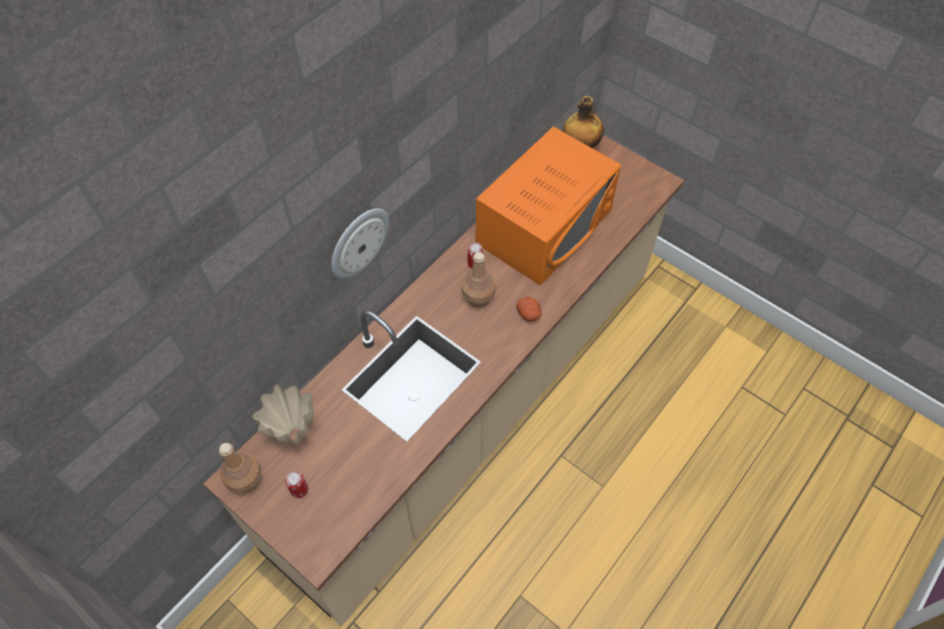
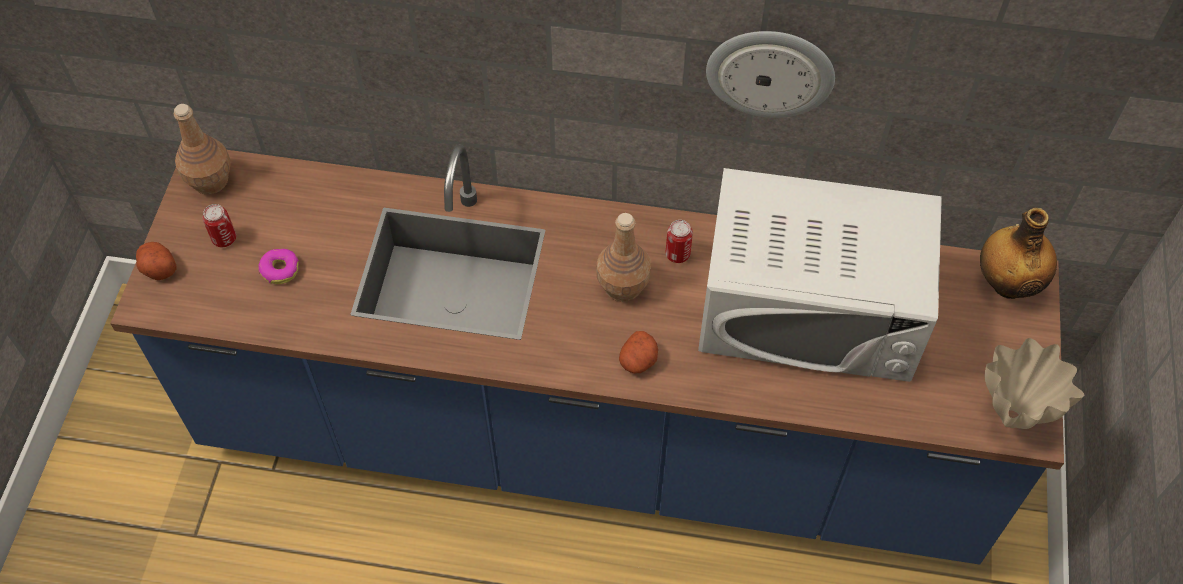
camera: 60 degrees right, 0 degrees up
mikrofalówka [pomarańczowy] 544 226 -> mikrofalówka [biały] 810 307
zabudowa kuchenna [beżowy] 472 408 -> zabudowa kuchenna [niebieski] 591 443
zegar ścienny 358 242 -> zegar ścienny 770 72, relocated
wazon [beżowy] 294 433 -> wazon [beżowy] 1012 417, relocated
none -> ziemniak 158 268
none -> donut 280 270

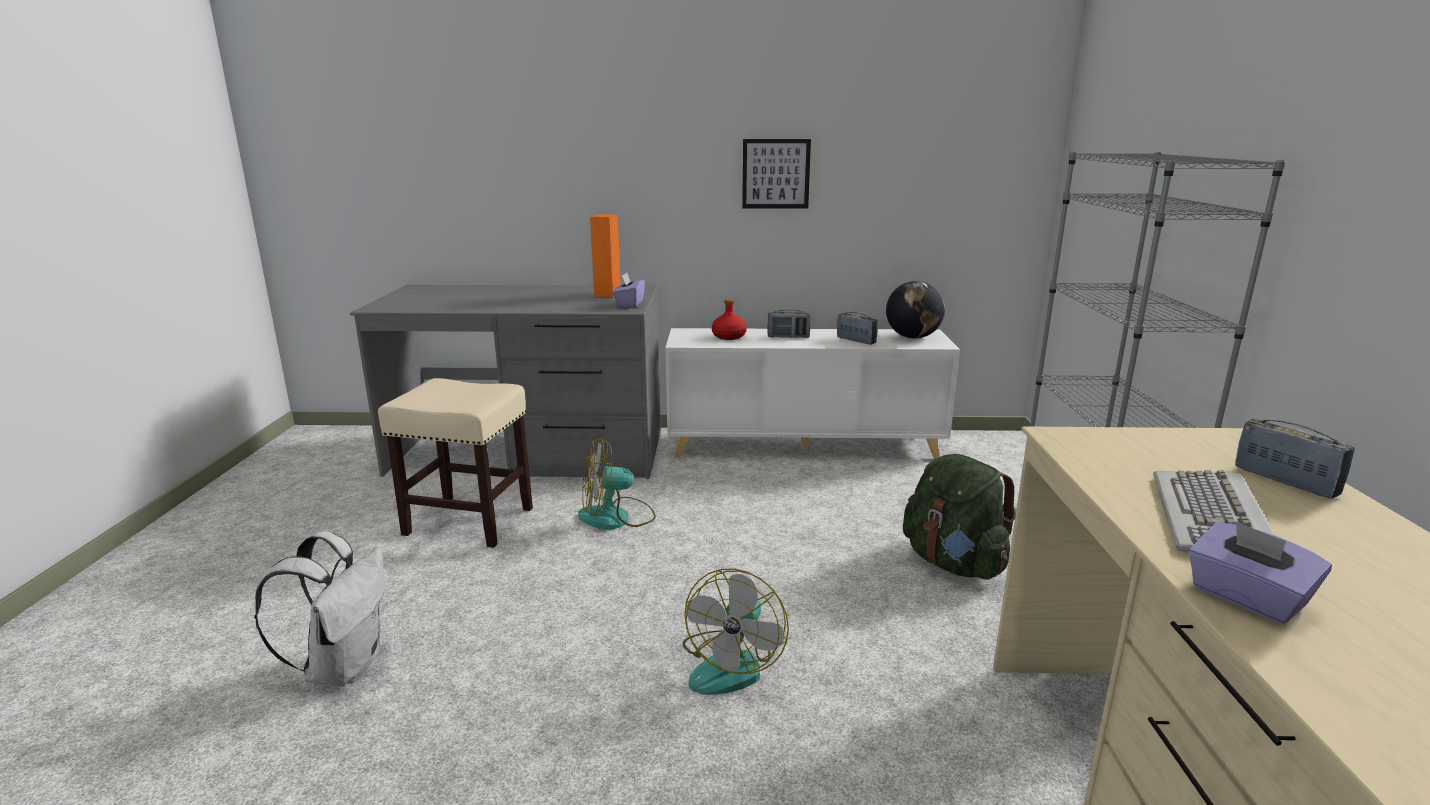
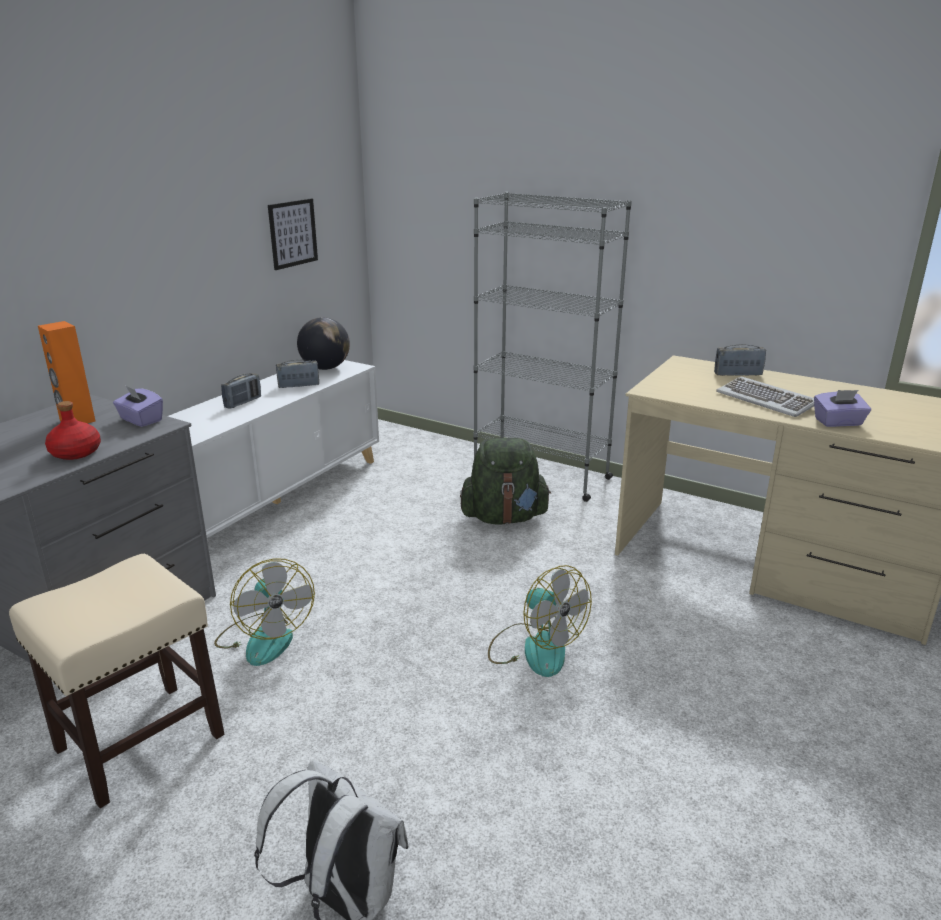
camera: 60 degrees left, 5 degrees up
obraz 776 174 -> obraz 293 233, relocated
butelka [czerwony] 728 336 -> butelka [czerwony] 75 453, relocated
wentylator 616 517 -> wentylator 265 637, 45 degrees counterclockwise

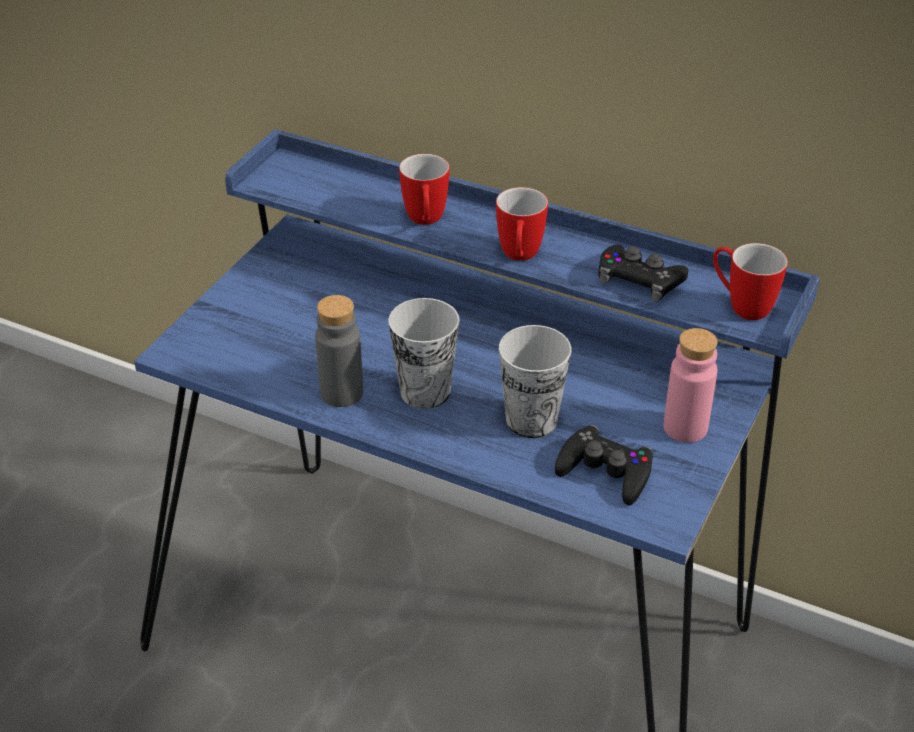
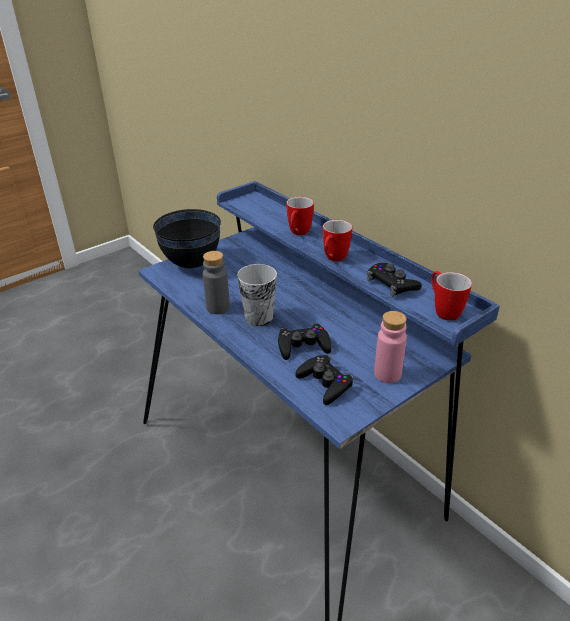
camera: 25 degrees right, 5 degrees down
filiżanka 531 420 -> pad do gier [czarny] 303 346
none -> miska [czarny] 191 263

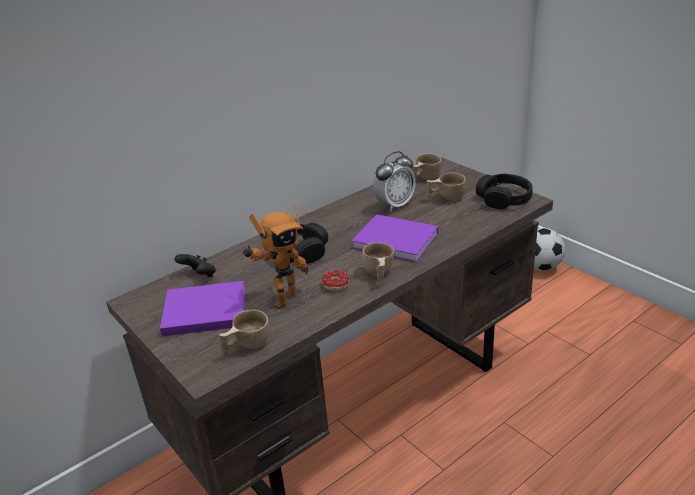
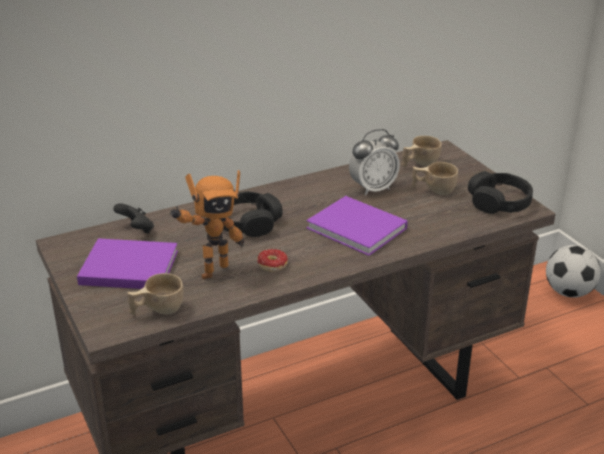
camera: 10 degrees right, 0 degrees up
filiżanka [beżowy] 378 275 -> none

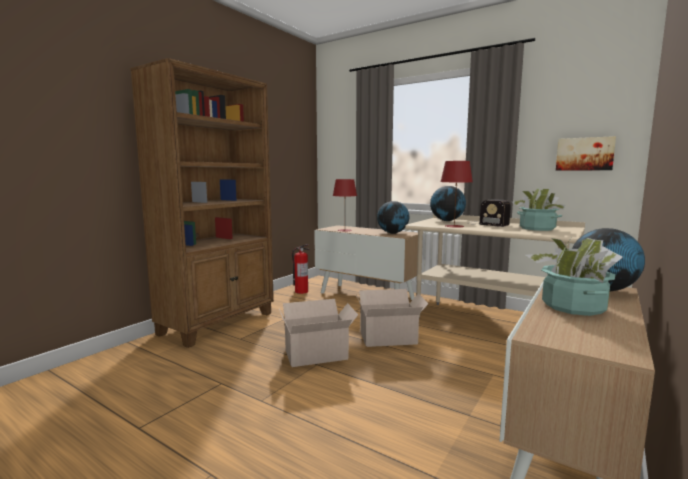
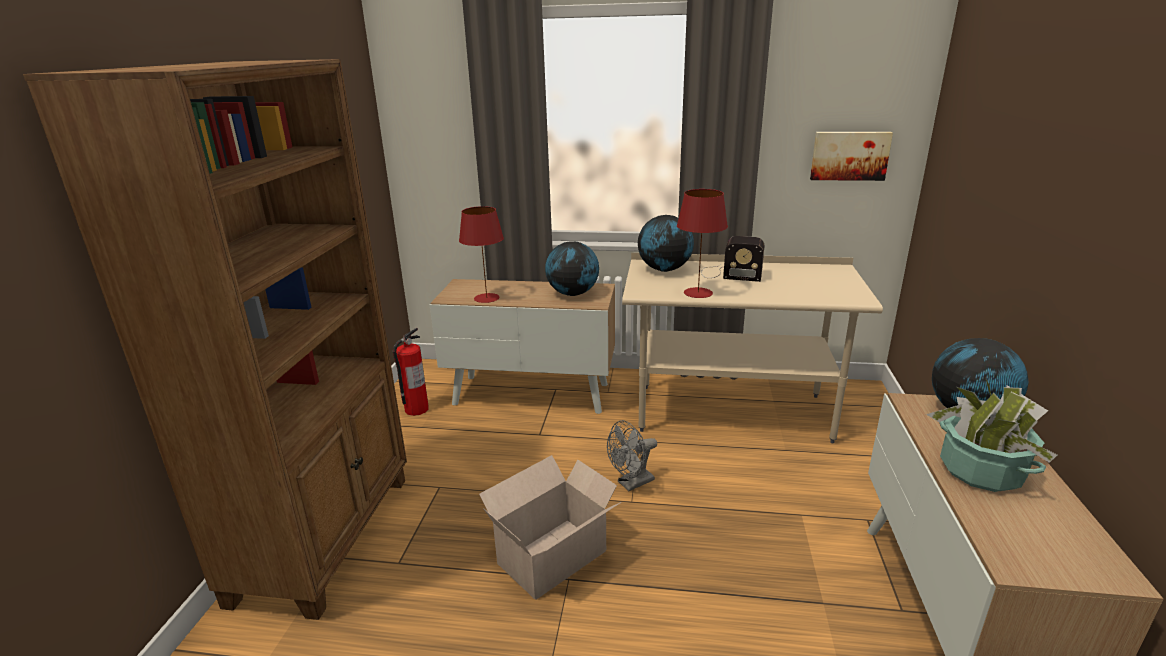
camera: 25 degrees left, 15 degrees up
roślina doniczkowa 537 228 -> none
karton 390 338 -> wentylator [szary] 631 483

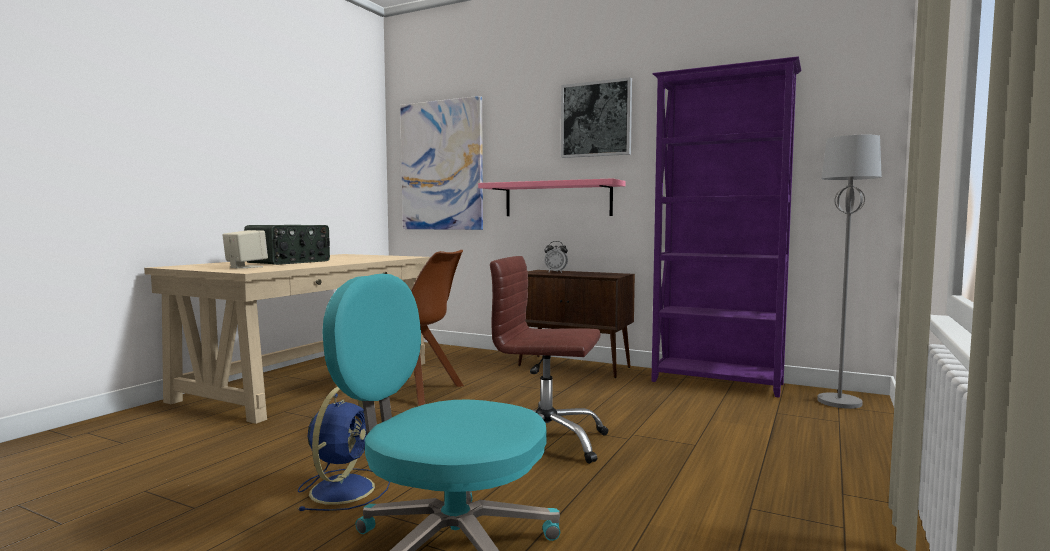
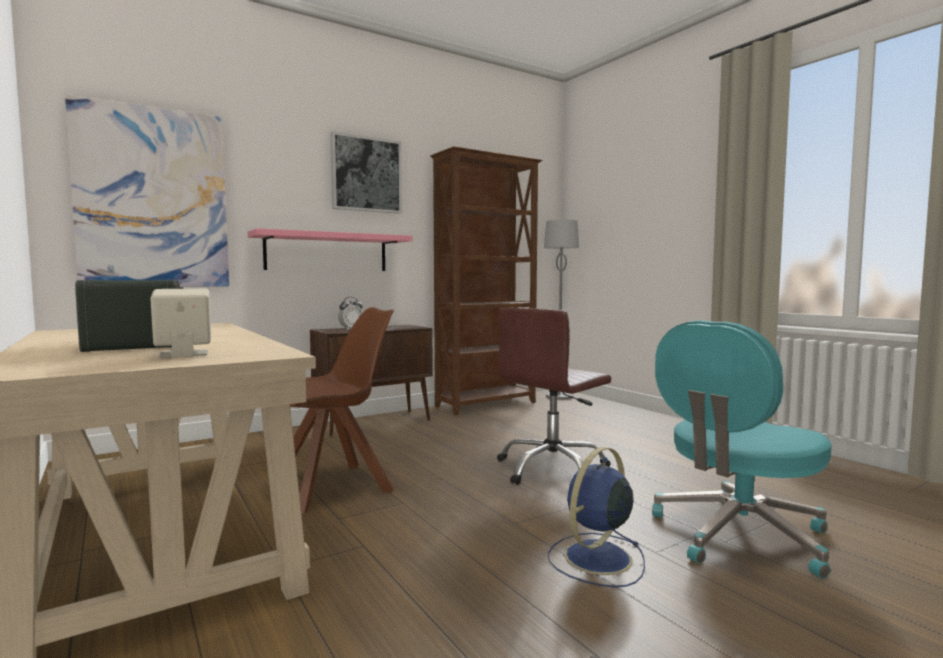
camera: 60 degrees left, 0 degrees up
regał [fioletowy] 717 383 -> regał [brązowy] 487 405
wentylator [niebieski] 344 488 -> wentylator [niebieski] 596 559, 90 degrees counterclockwise

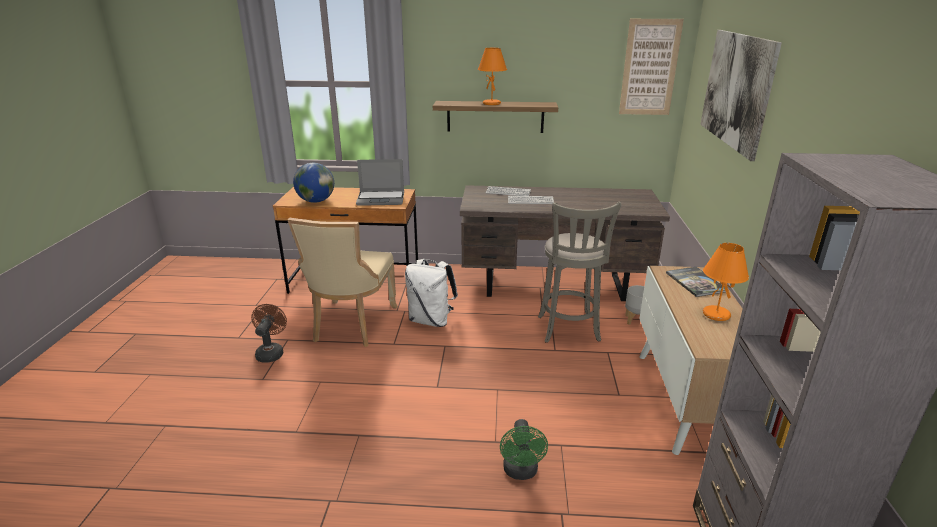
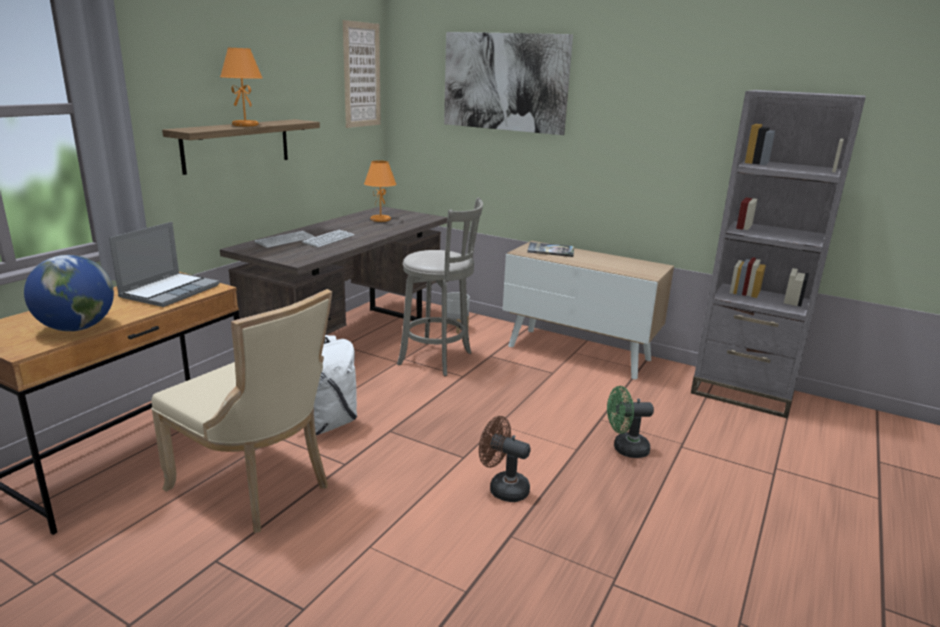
camera: 65 degrees left, 5 degrees down
lampa stołowa [pomarańczowy] 715 315 -> lampa stołowa [pomarańczowy] 380 220, relocated
wentylator [brązowy] 271 352 -> wentylator [brązowy] 502 488, relocated
wentylator [zielony] 521 472 -> wentylator [zielony] 625 449, 150 degrees clockwise

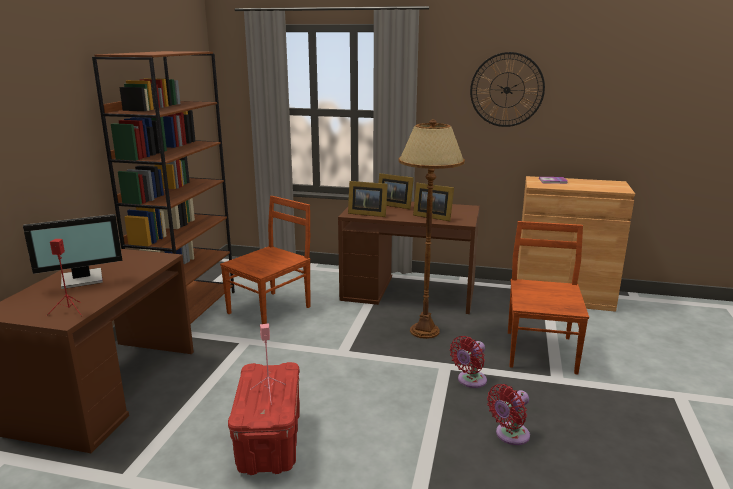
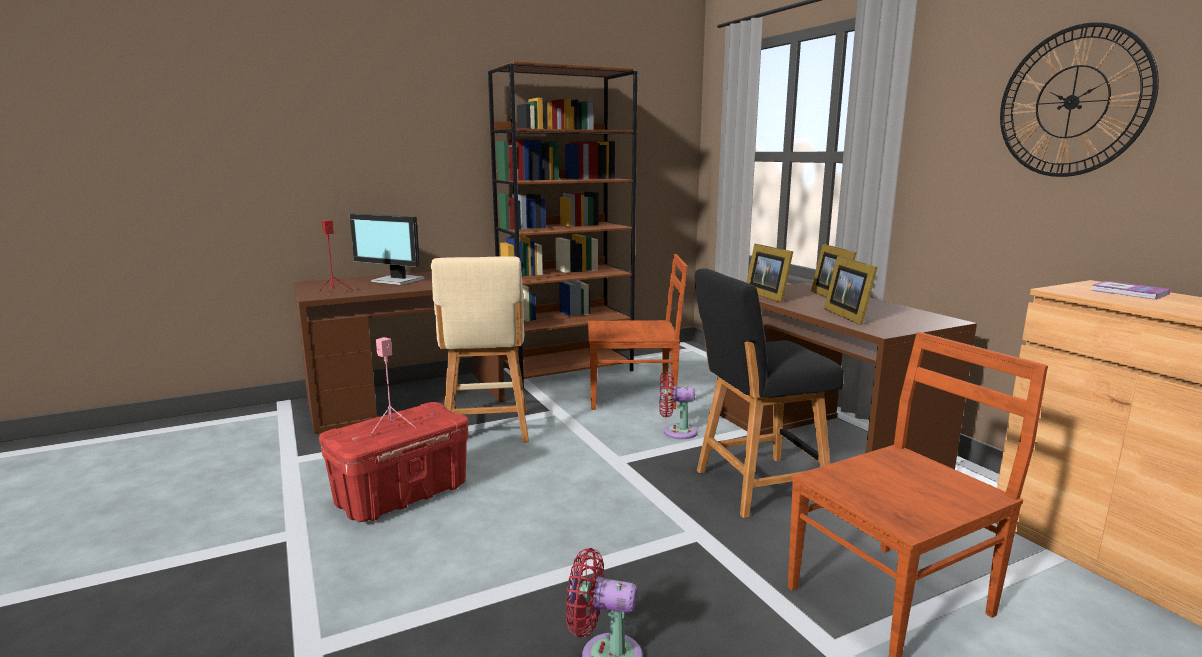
camera: 50 degrees right, 5 degrees down
lampa stojąca [brązowy] 424 331 -> stołek [czarny] 755 486
wentylator [czerwony] 470 381 -> wentylator [czerwony] 676 432, relocated
none -> stołek [beżowy] 486 430

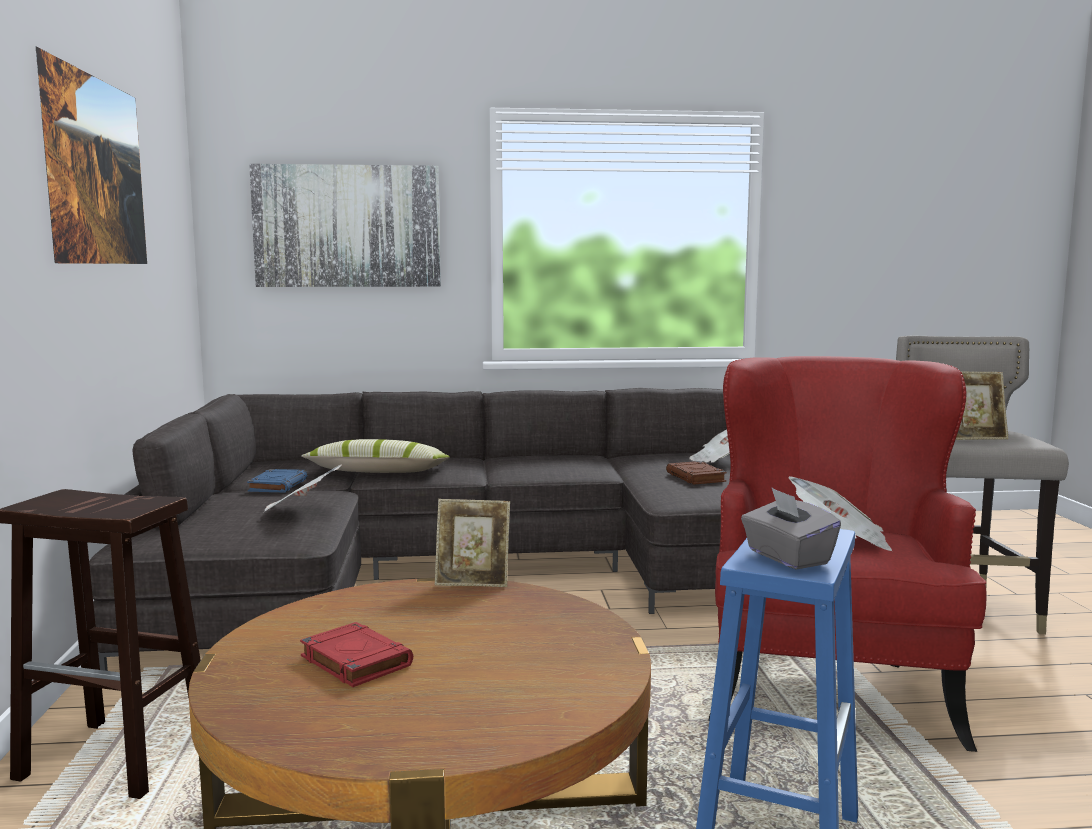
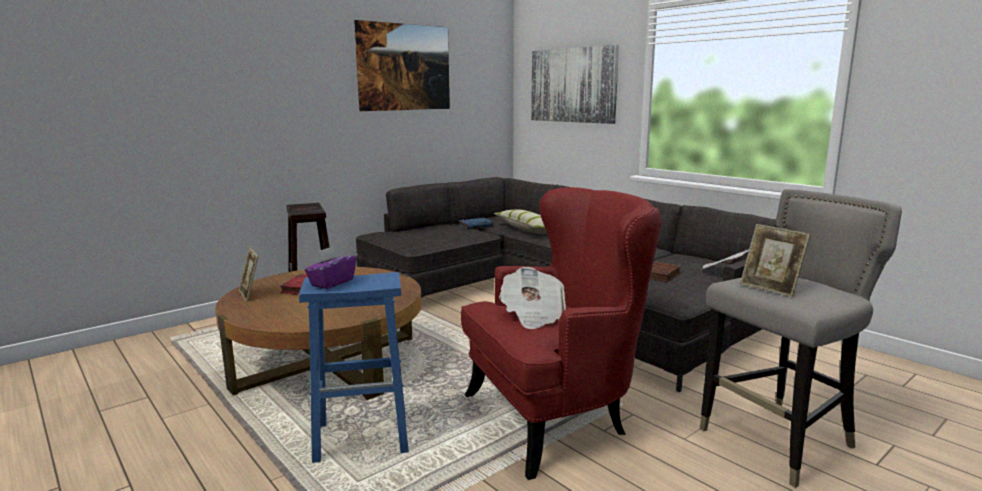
camera: 55 degrees right, 5 degrees up
gazeta 300 512 -> none
pudełko chusteczek [szary] 787 557 -> pudełko chusteczek [fioletowy] 332 283
ramka na zdjęcie 473 582 -> ramka na zdjęcie 250 295, relocated

